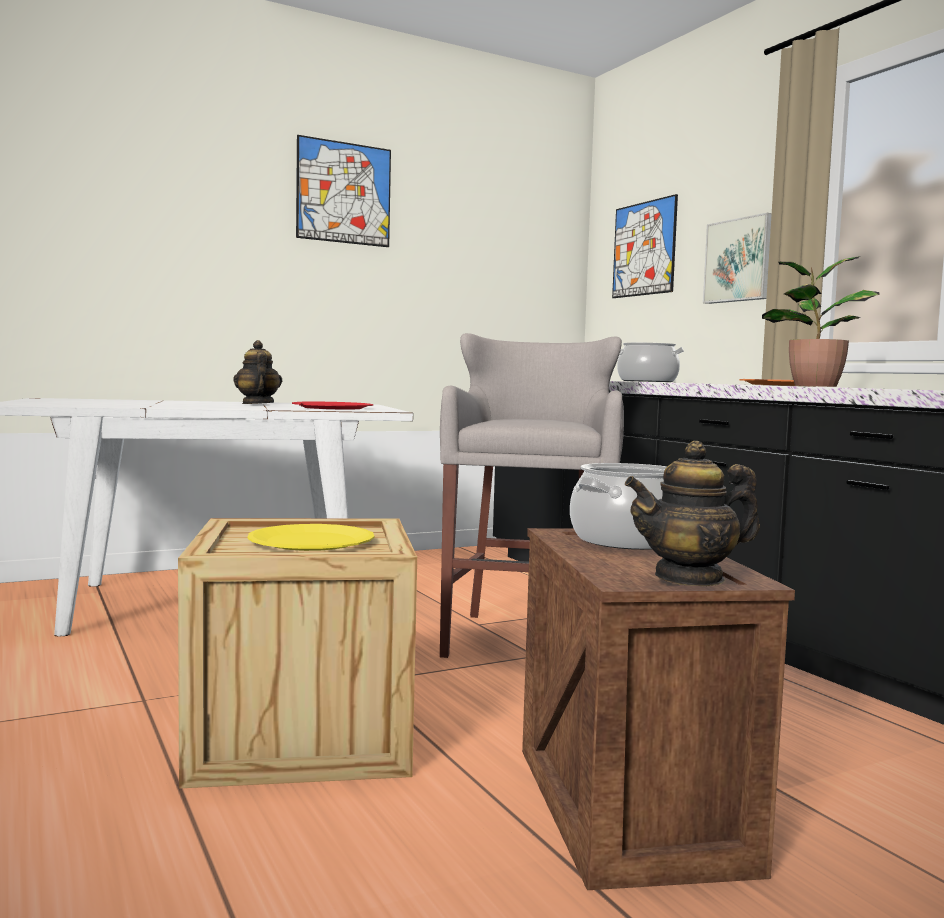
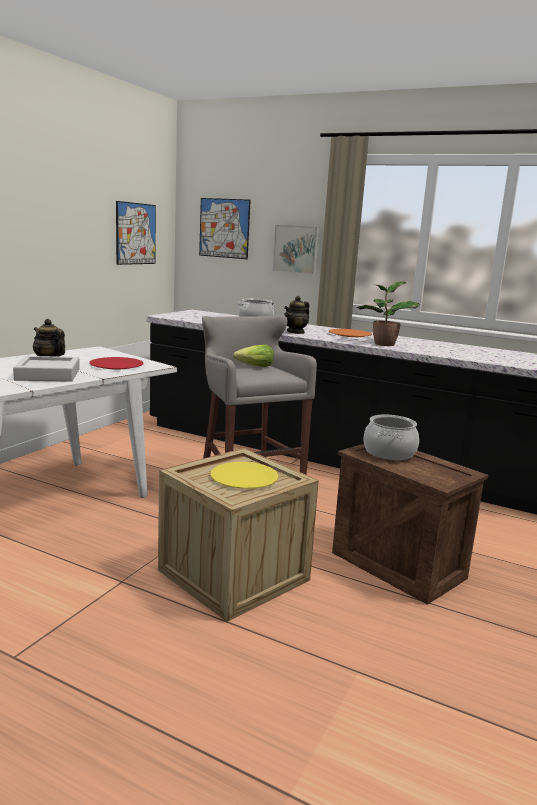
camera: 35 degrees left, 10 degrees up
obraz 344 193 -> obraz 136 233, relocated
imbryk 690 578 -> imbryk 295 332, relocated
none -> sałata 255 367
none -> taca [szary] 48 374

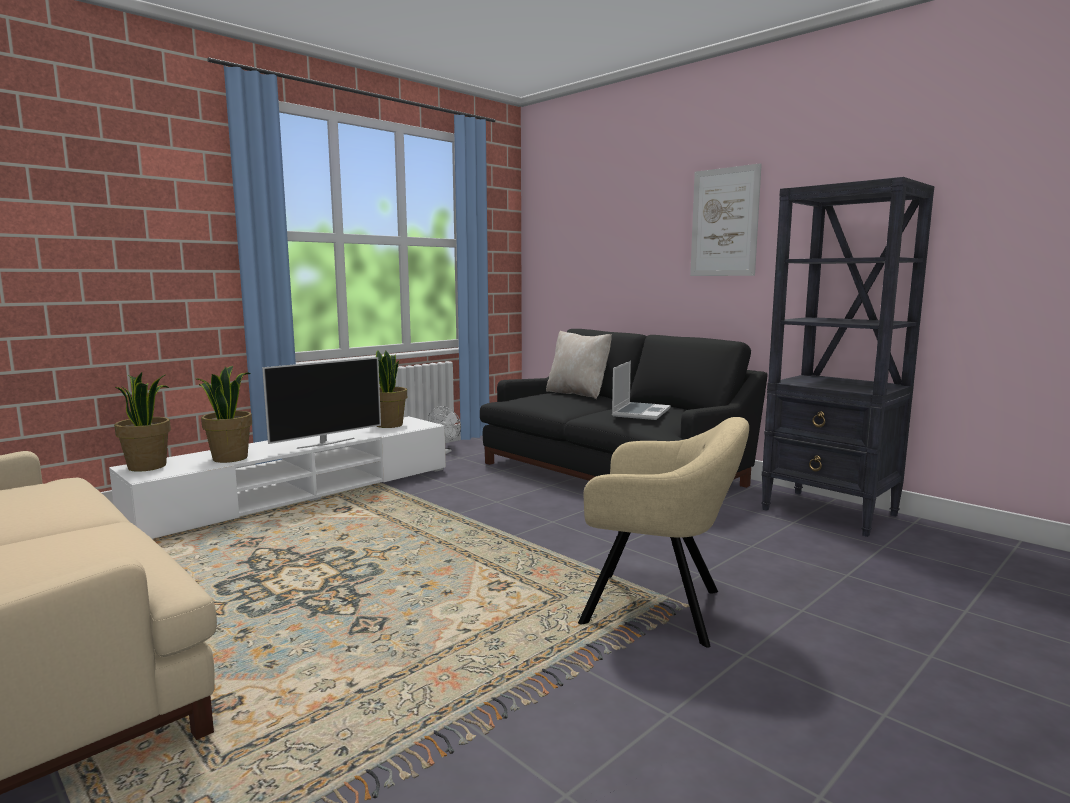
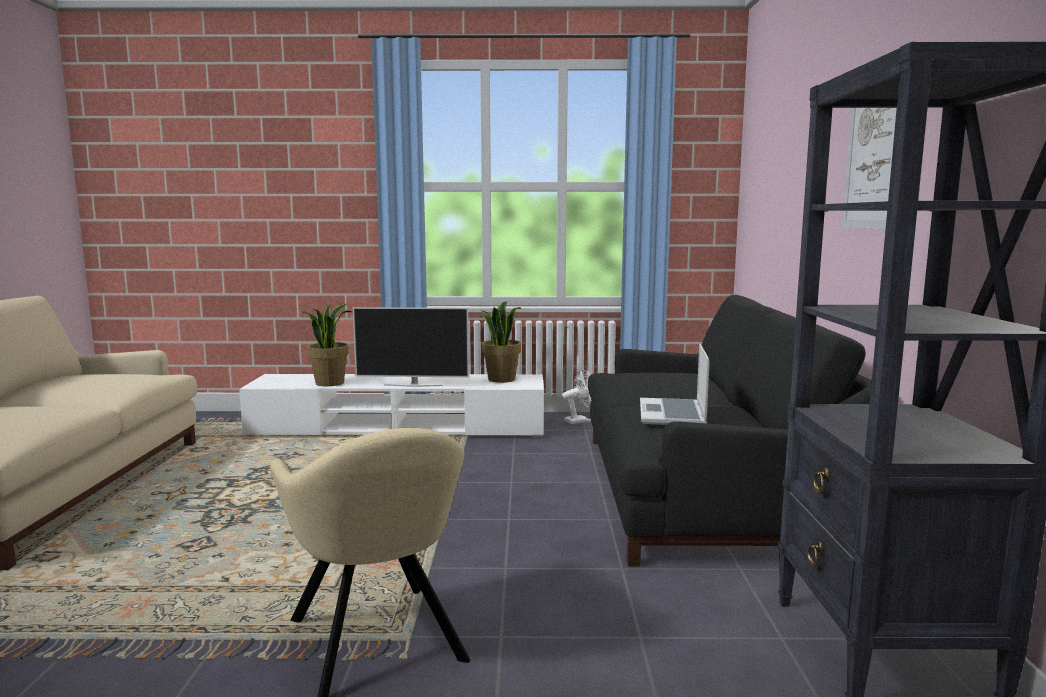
camera: 45 degrees right, 0 degrees up
poduszka [beżowy] 578 394 -> none
laptop 640 412 -> laptop 673 414, 120 degrees clockwise
roślina doniczkowa 148 466 -> none

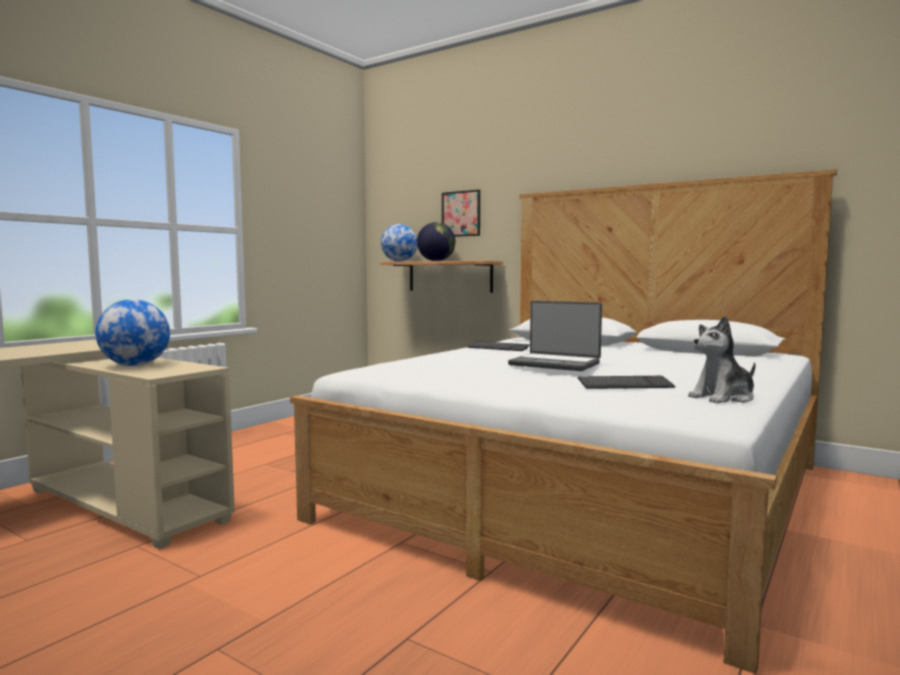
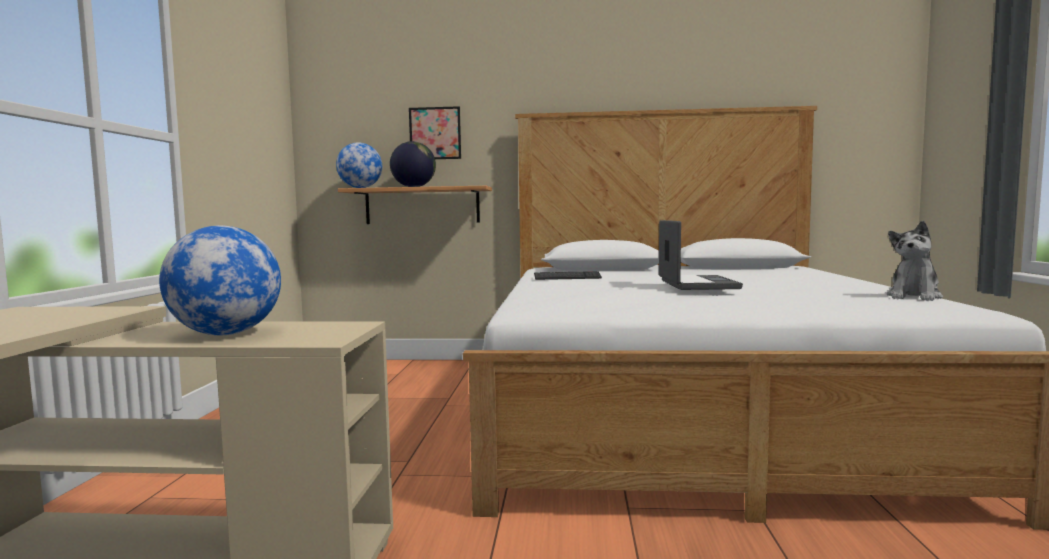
camera: 30 degrees left, 0 degrees up
laptop 555 364 -> laptop 696 284, 90 degrees counterclockwise
klawiatura 625 385 -> none

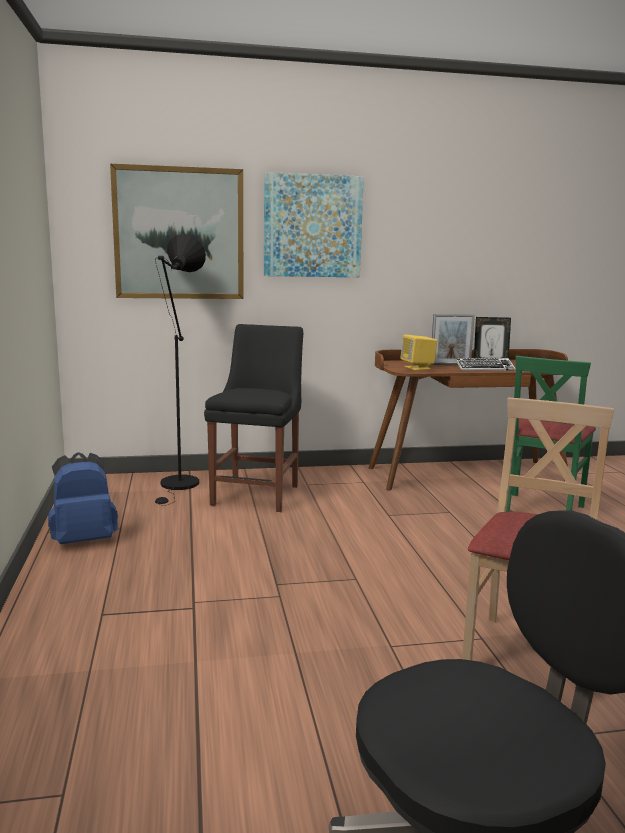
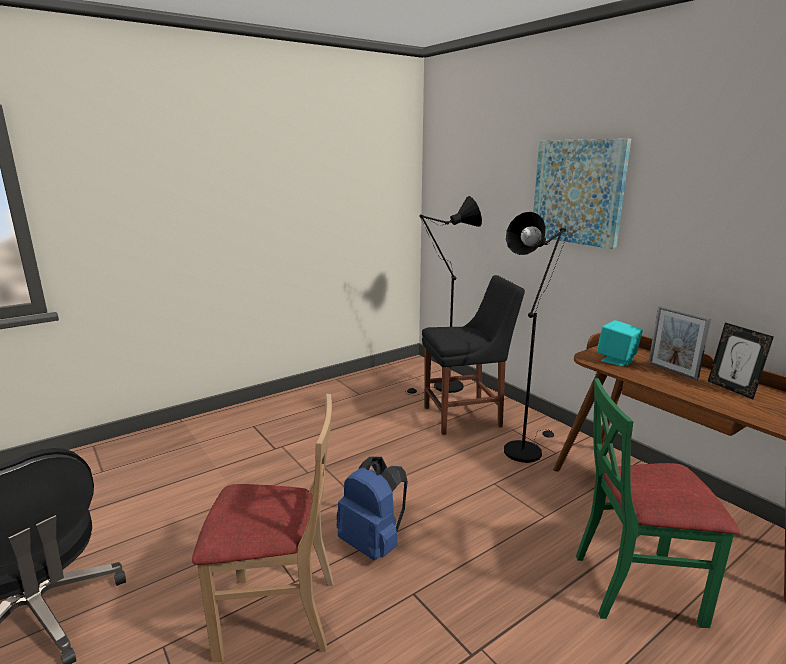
camera: 65 degrees right, 5 degrees up
obraz 179 234 -> none
głośnik [żółty] 418 368 -> głośnik [turkusowy] 616 360
klawiatura 484 368 -> none
plecak [niebieski] 84 540 -> plecak [niebieski] 373 544, relocated
none -> lampa stojąca [czarny] 525 448

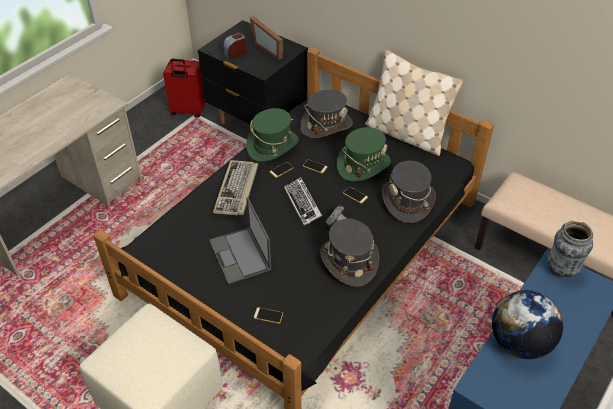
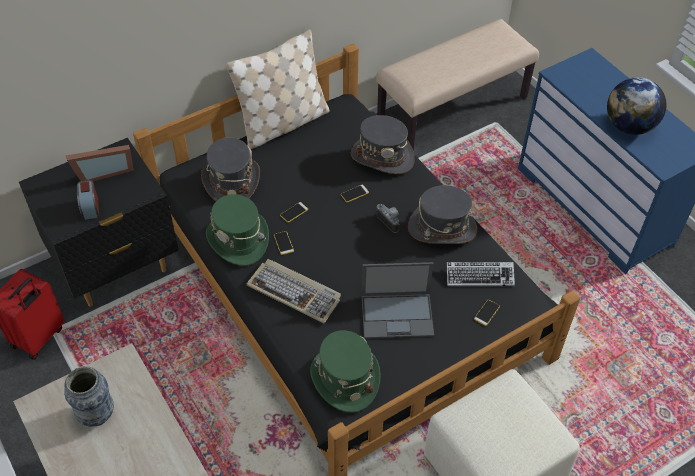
camera: 70 degrees left, 5 degrees up
kapelusz [zielony] 363 165 -> kapelusz [zielony] 344 378, relocated
klawiatura 303 204 -> klawiatura 479 276, relocated
wazon 561 270 -> wazon 96 414, relocated

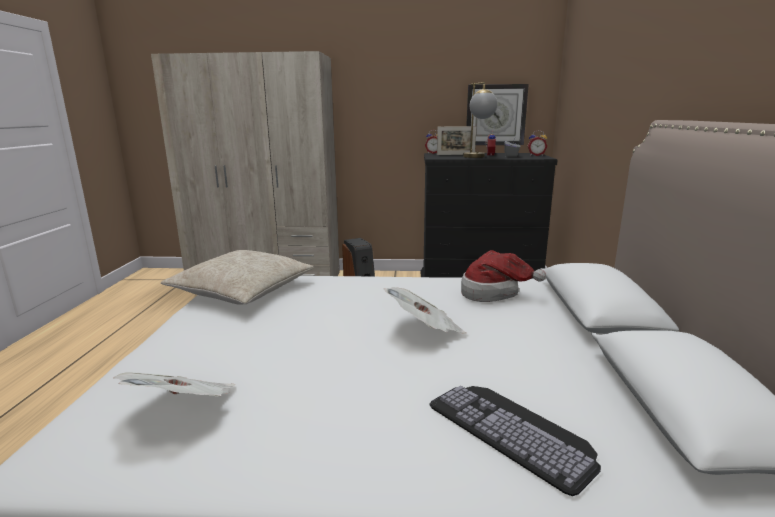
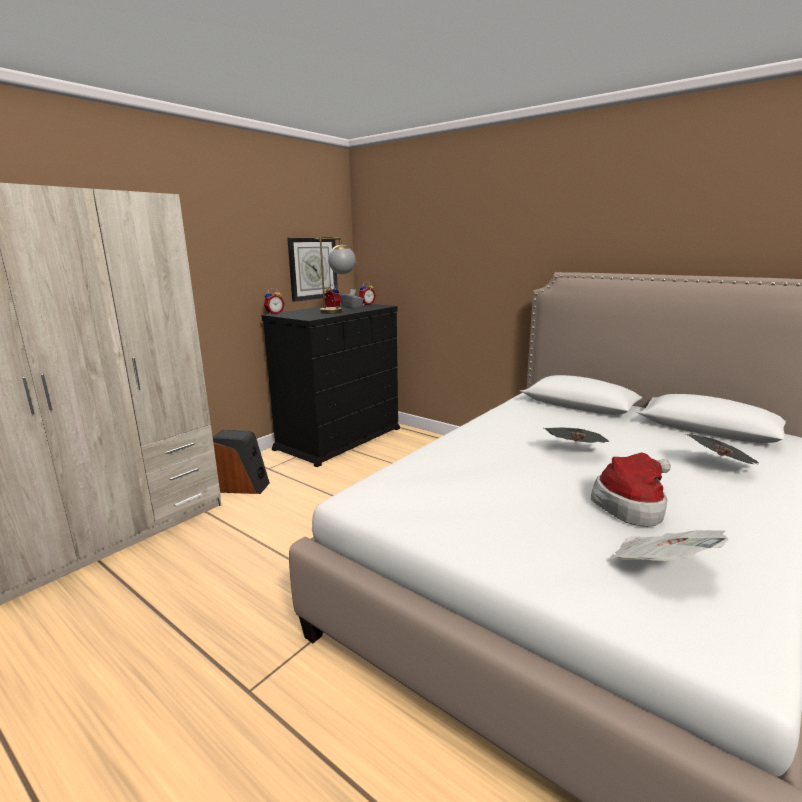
camera: 55 degrees left, 0 degrees up
ramka na zdjęcie 455 154 -> none
poduszka [beżowy] 243 290 -> none
kapelusz 493 293 -> kapelusz 632 505, relocated
klawiatura 514 430 -> gazeta 721 467

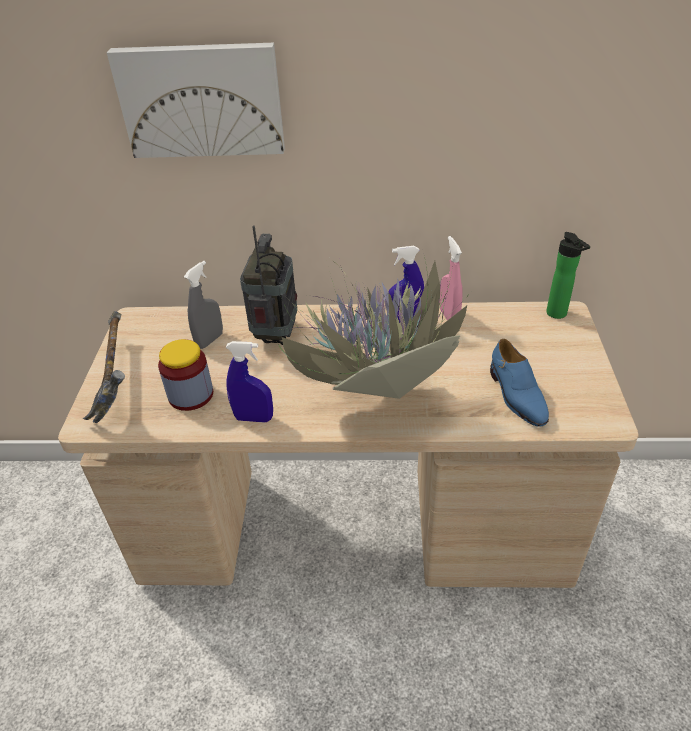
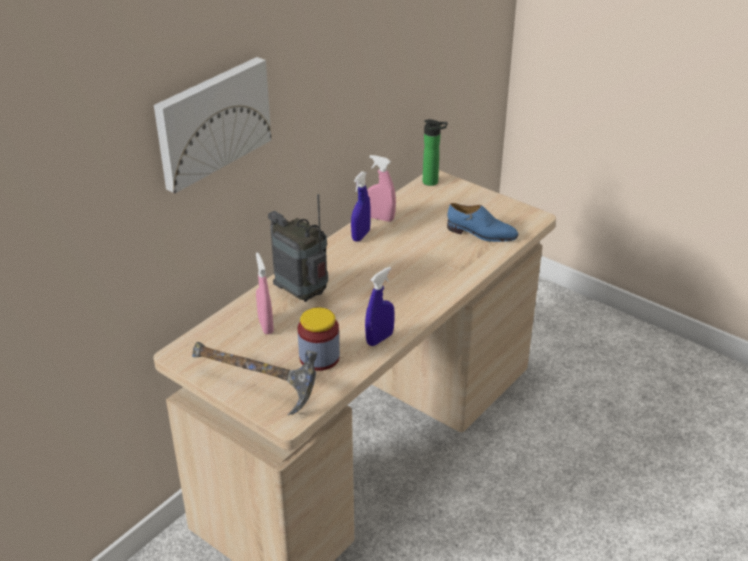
camera: 55 degrees left, 5 degrees down
roślina doniczkowa 376 401 -> none
spryskiwacz [szary] 210 340 -> spryskiwacz [różowy] 266 326

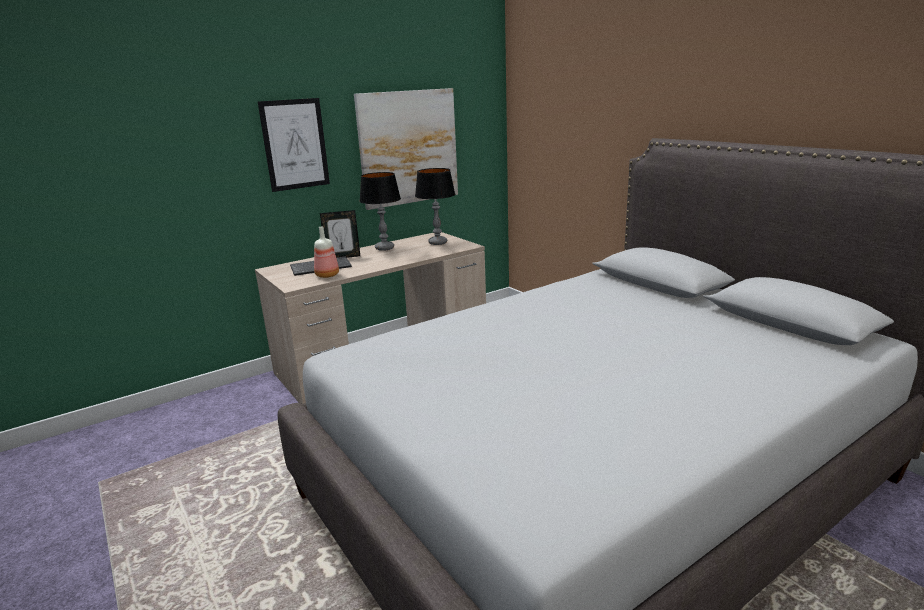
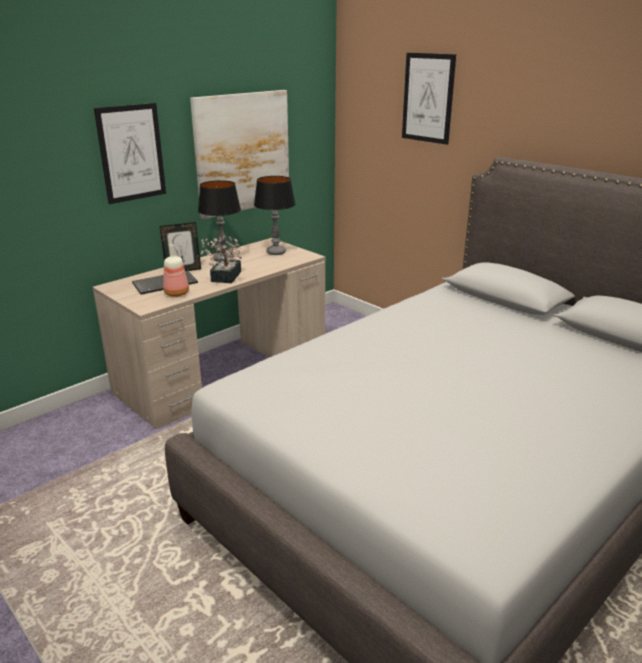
camera: 10 degrees left, 5 degrees up
none -> obraz 428 98
none -> roślina doniczkowa 224 278

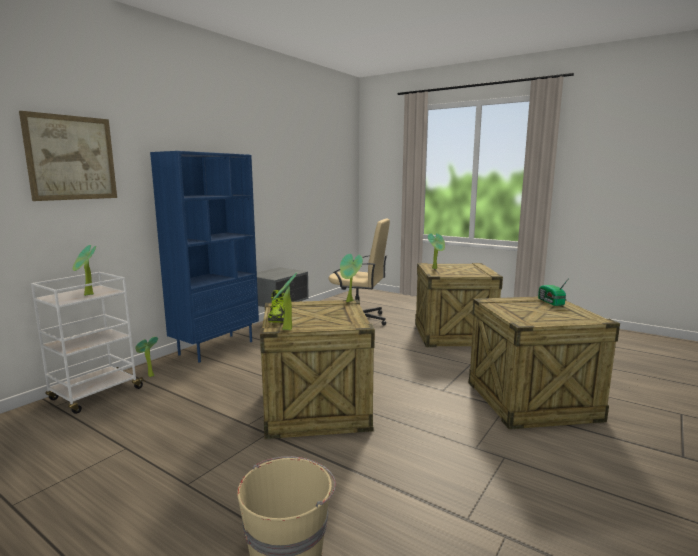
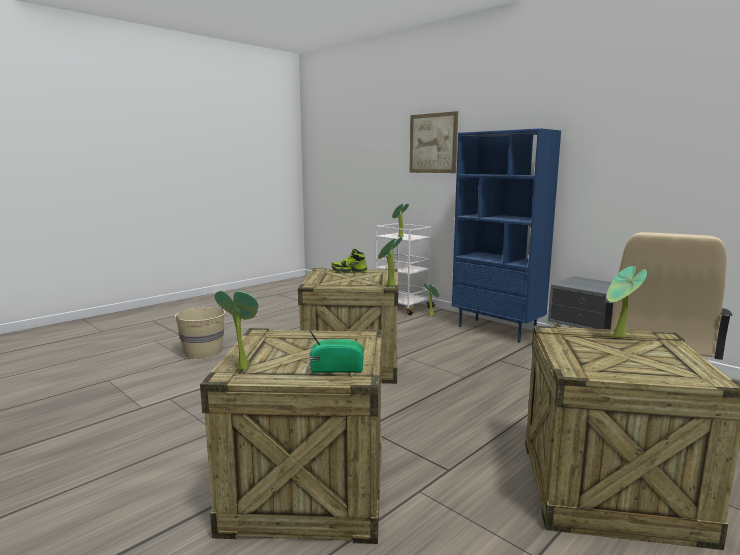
camera: 100 degrees right, 0 degrees up
roślina doniczkowa 285 330 -> roślina doniczkowa 242 367, relocated

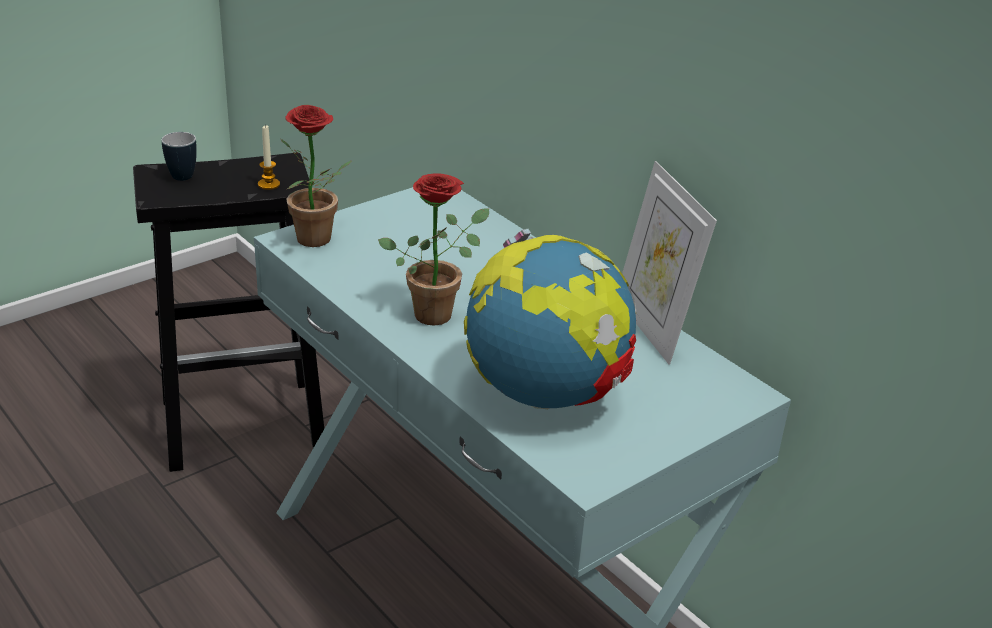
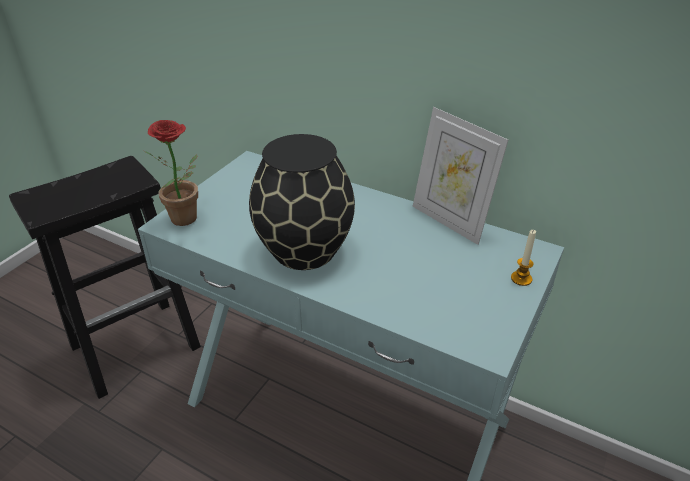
camera: 20 degrees left, 5 degrees up
świeca 269 184 -> świeca 521 279, relocated
kubek 179 174 -> none
roślina doniczkowa 438 311 -> wazon [czarny] 306 250
globus 546 394 -> none

